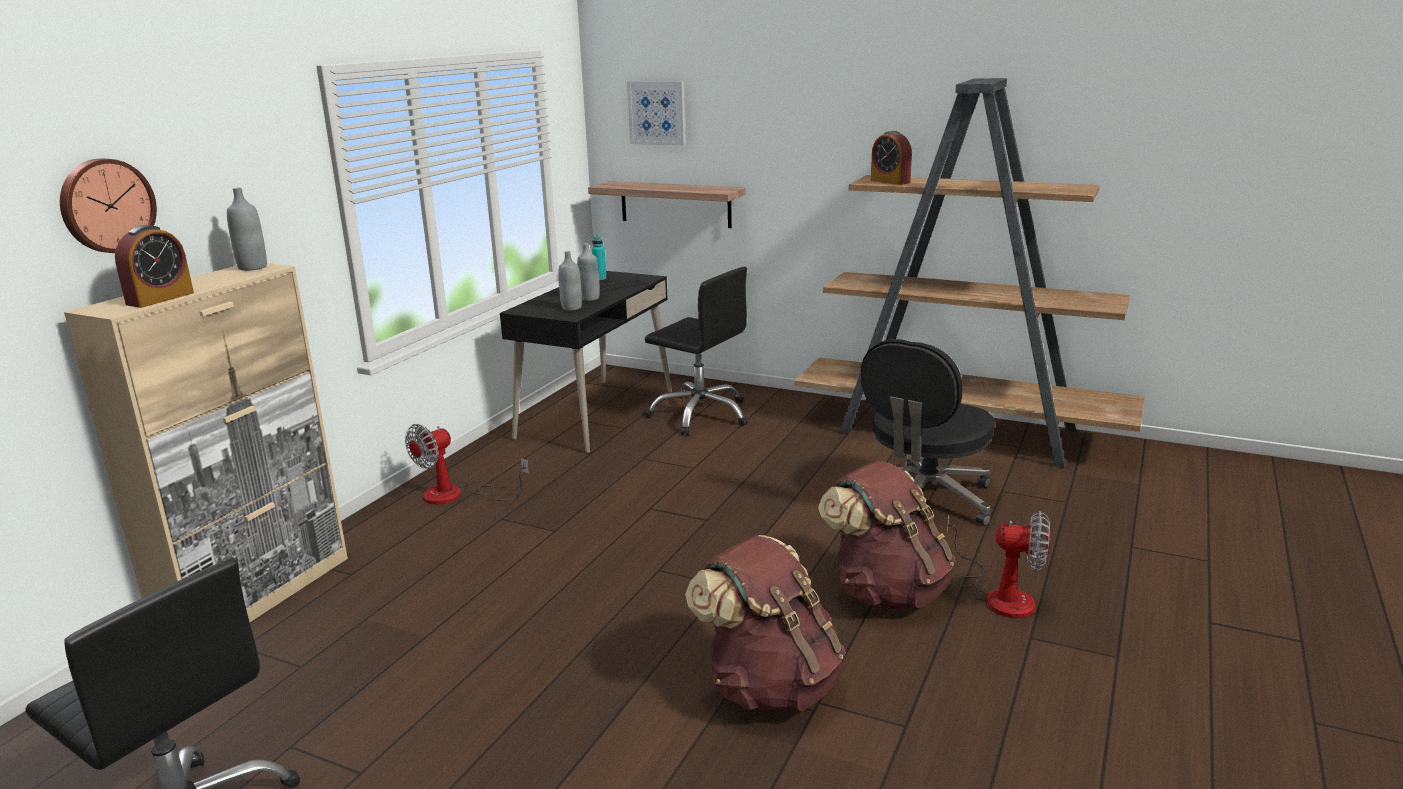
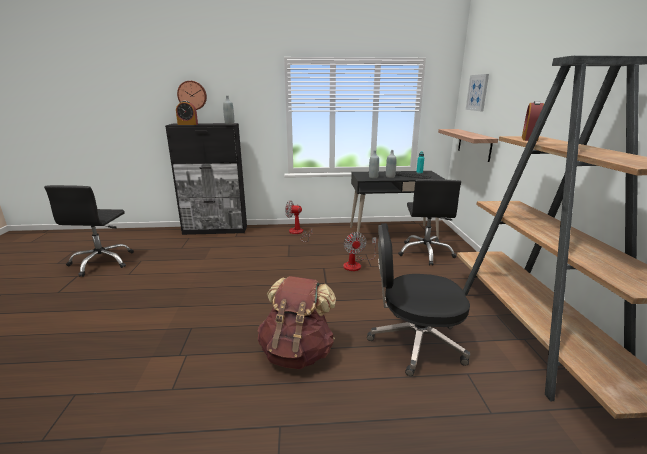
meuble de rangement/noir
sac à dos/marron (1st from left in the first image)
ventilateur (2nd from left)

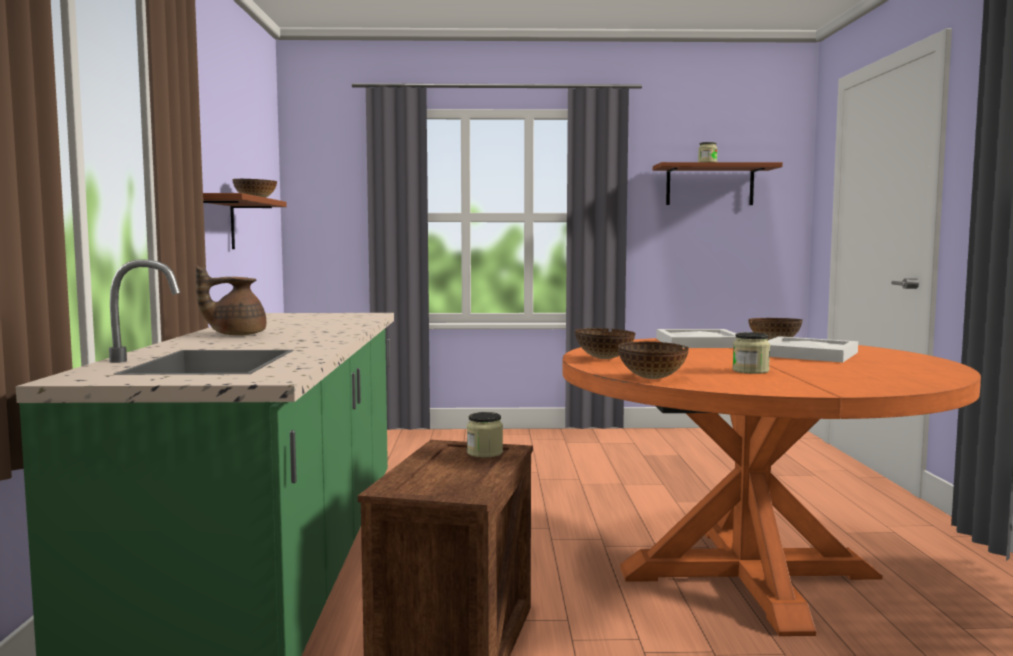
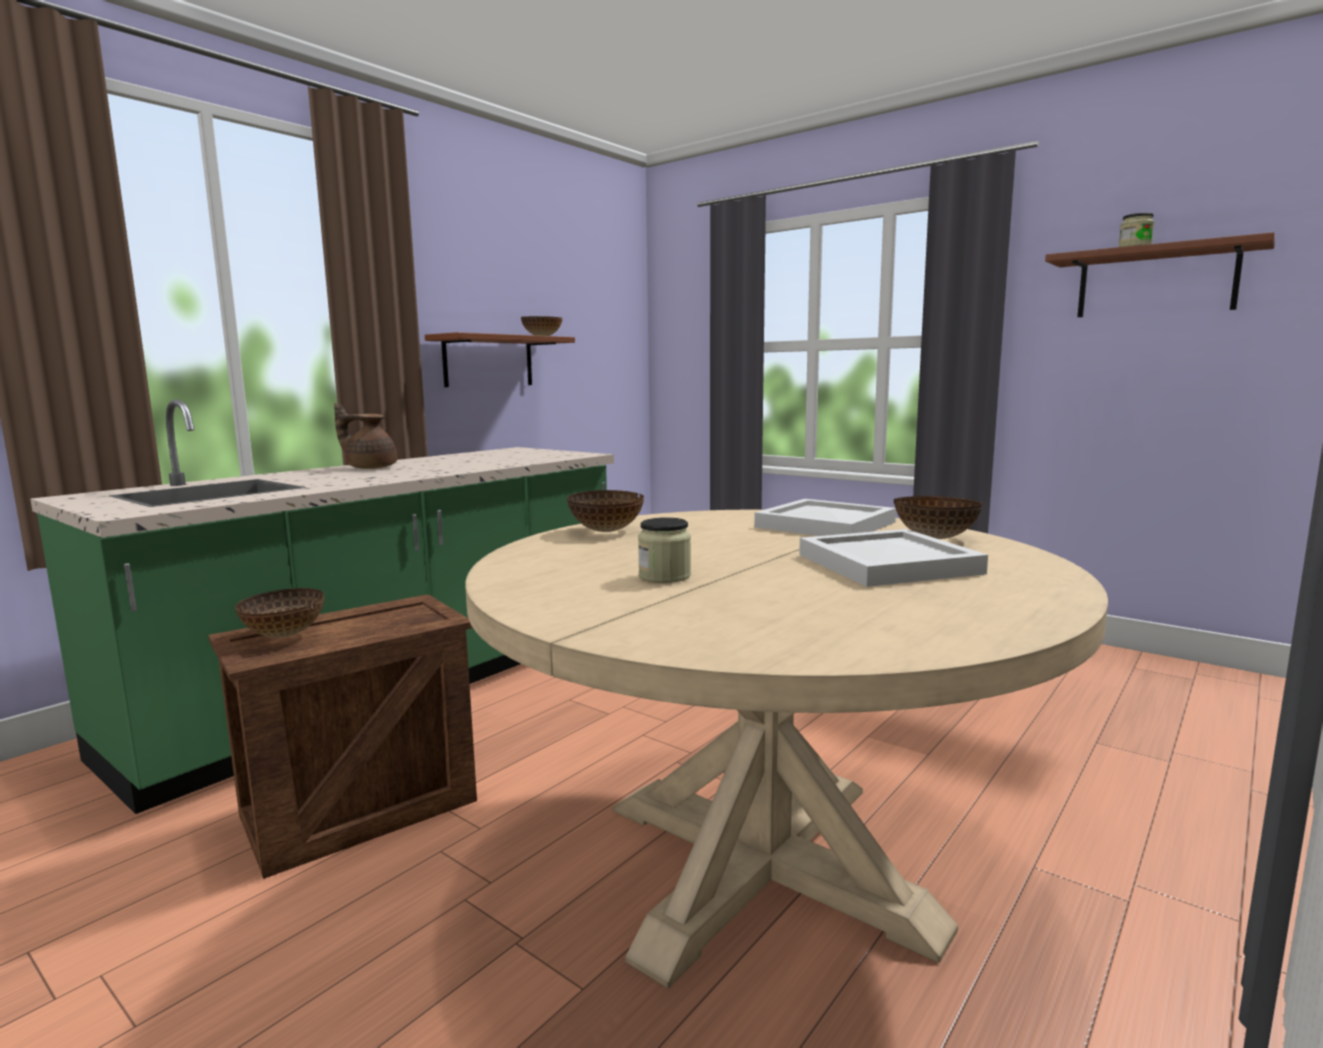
bocal (1st from left in the first image)
table à manger/beige
bol (1st from left)

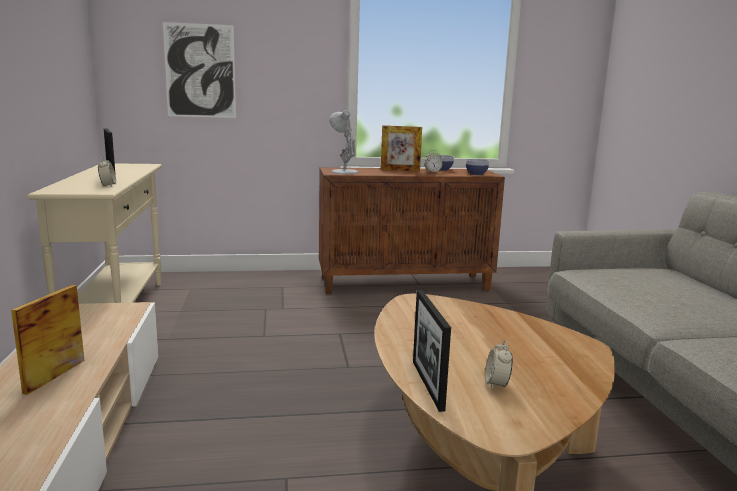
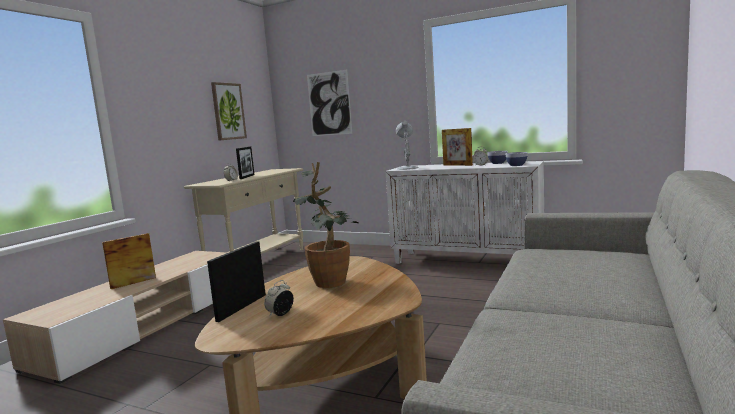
meuble de rangement/blanc
tableau (1st from left)
plante en pot

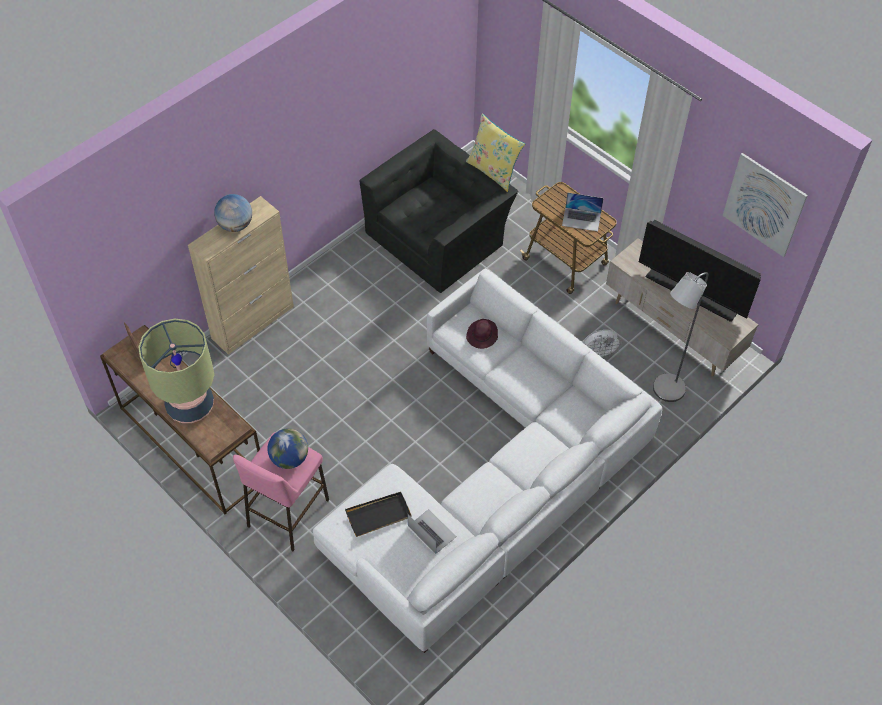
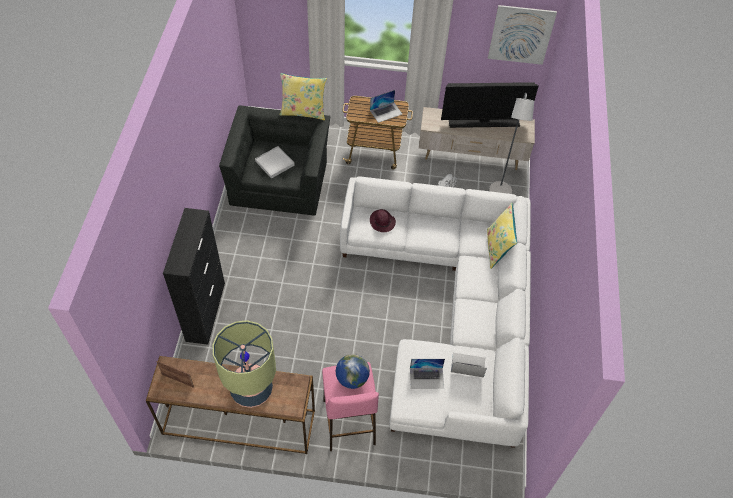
meuble de rangement/noir
globe (1st from left in the first image)
ordinateur portable (2nd from left)
plateau/blanc
coussin/jaune (2nd from left)

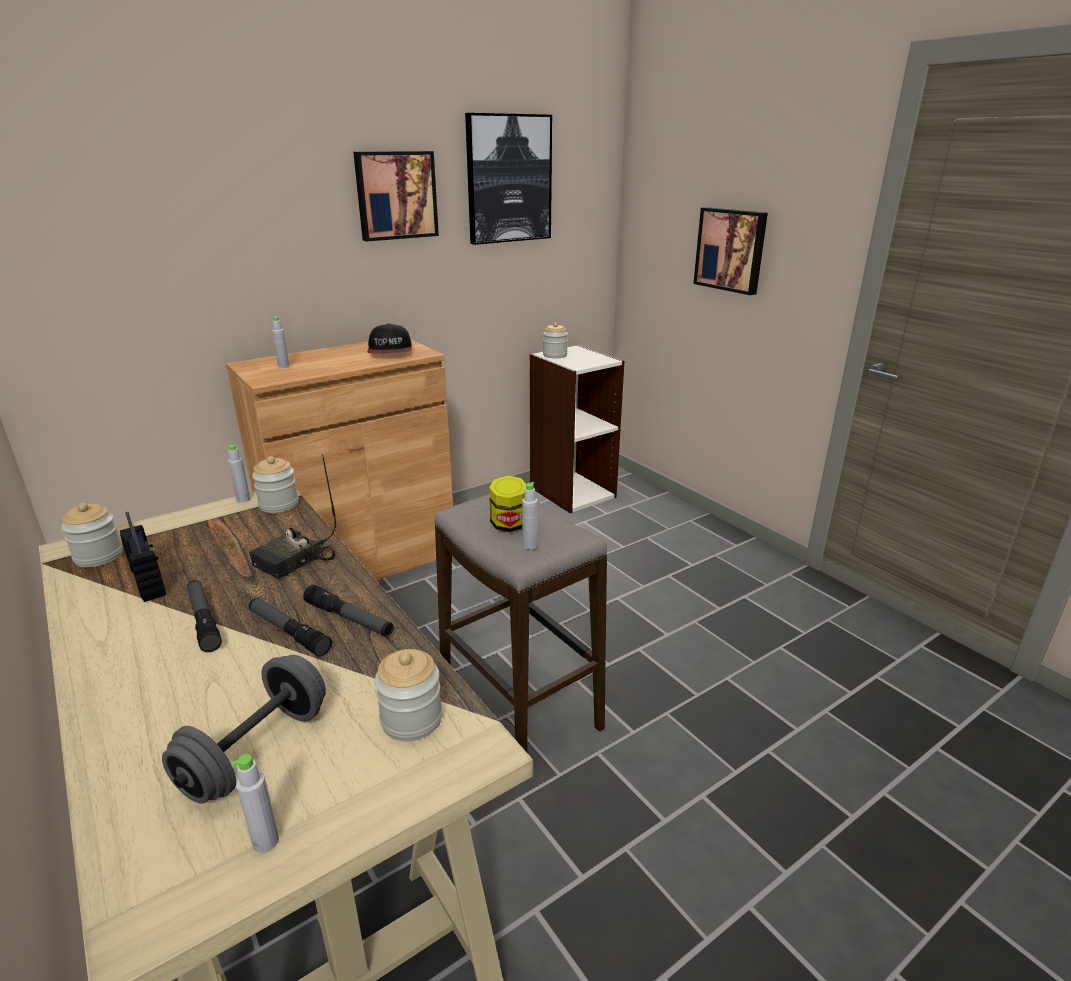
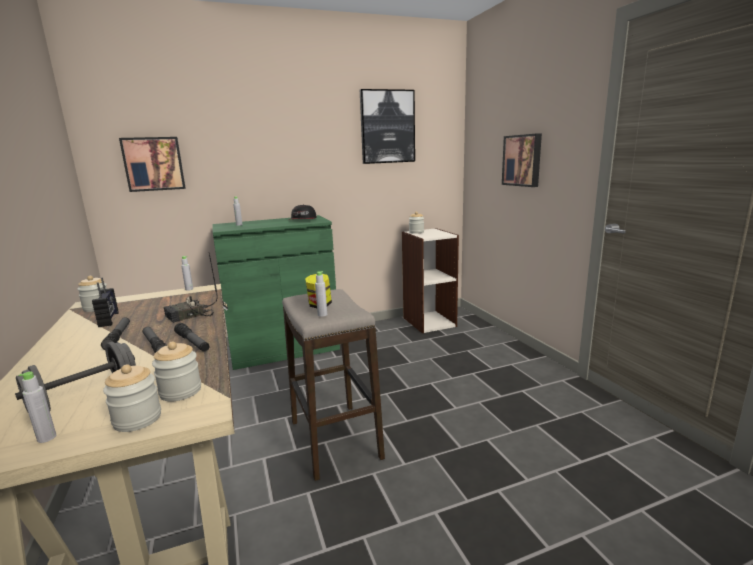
meuble de rangement/vert
bocal (2nd from left)
tableau (1st from left)

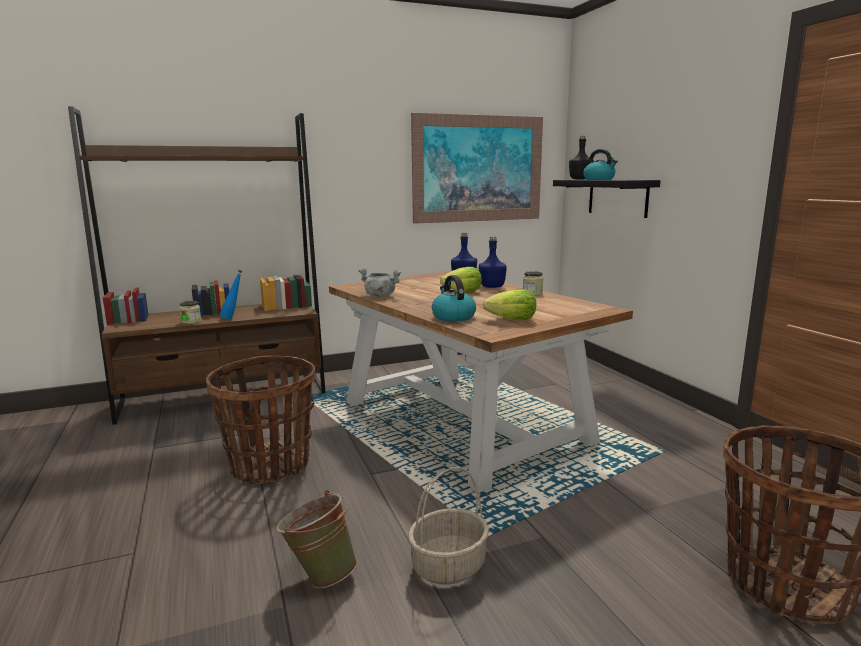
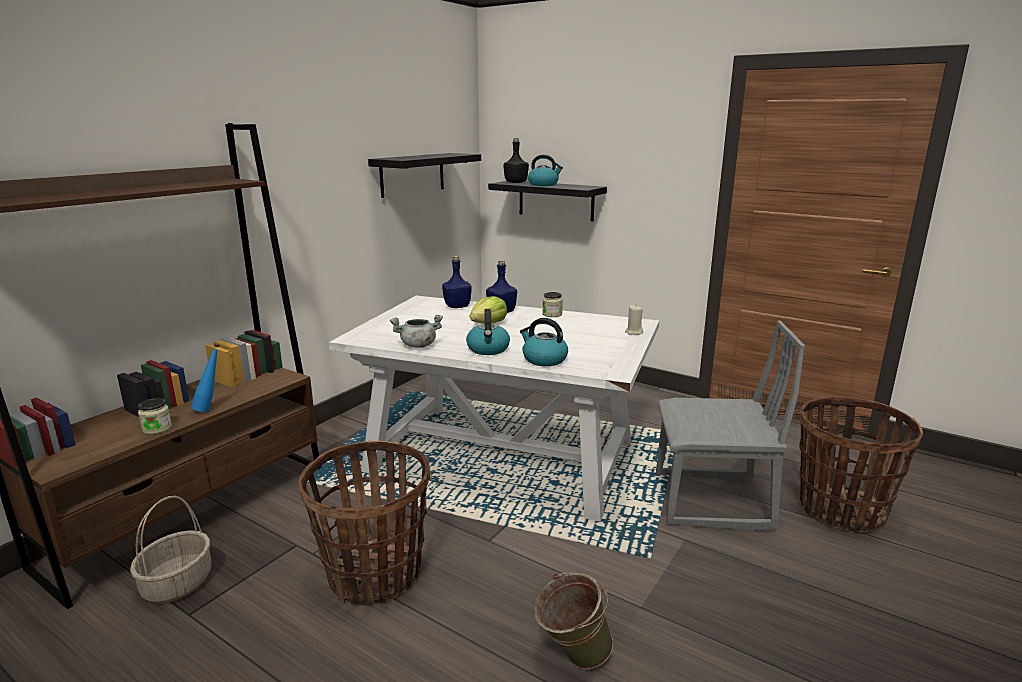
table à manger/blanc
panier (1st from left)
étagère/noir (1st from left)
laitue (2nd from left in the first image)
bouilloire (1st from left)
bougie/beige
chaise/gris

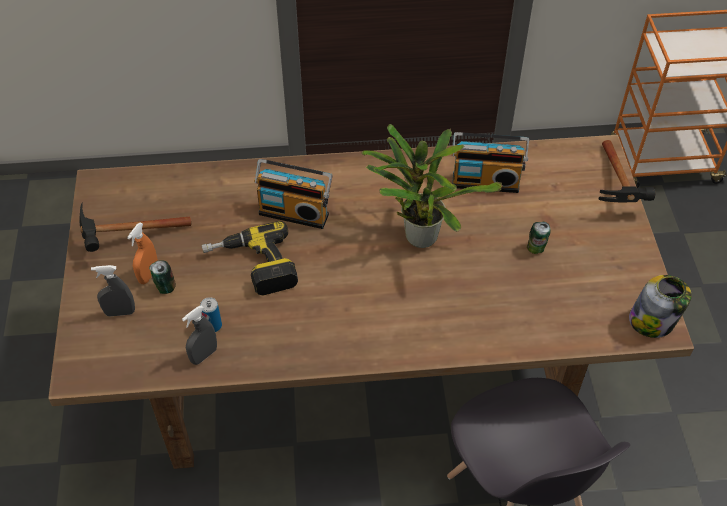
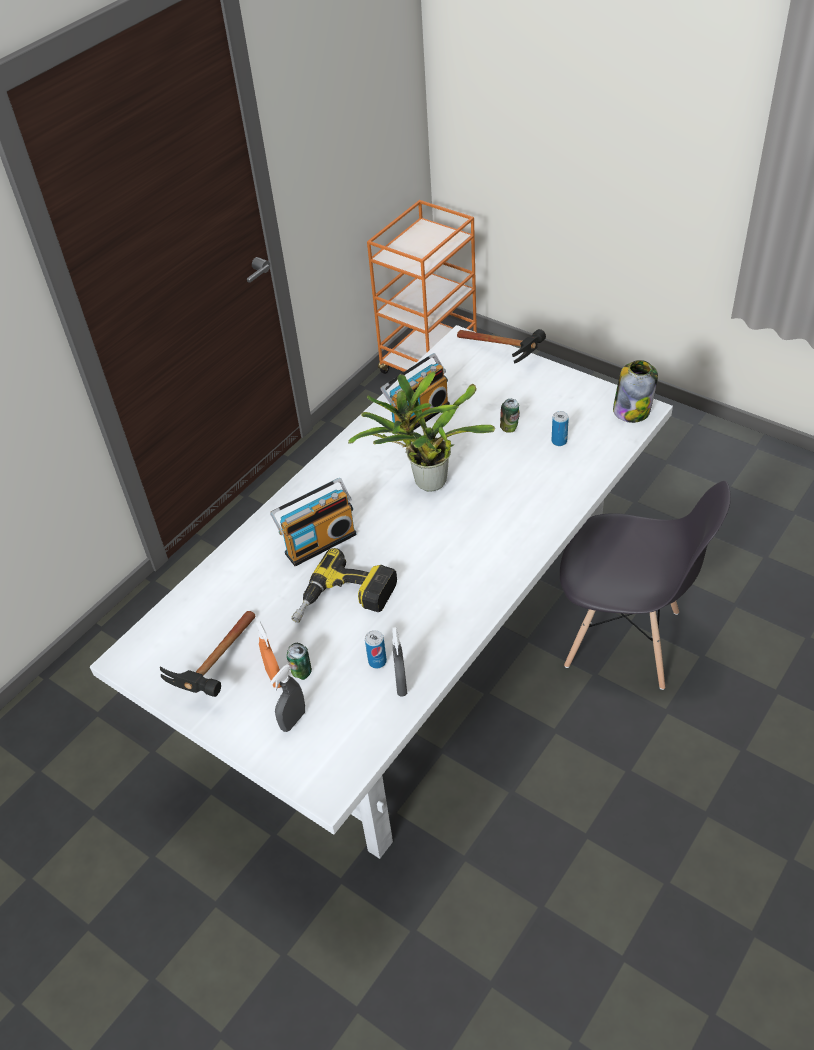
table à manger/blanc
boîte métallique (4th from left)

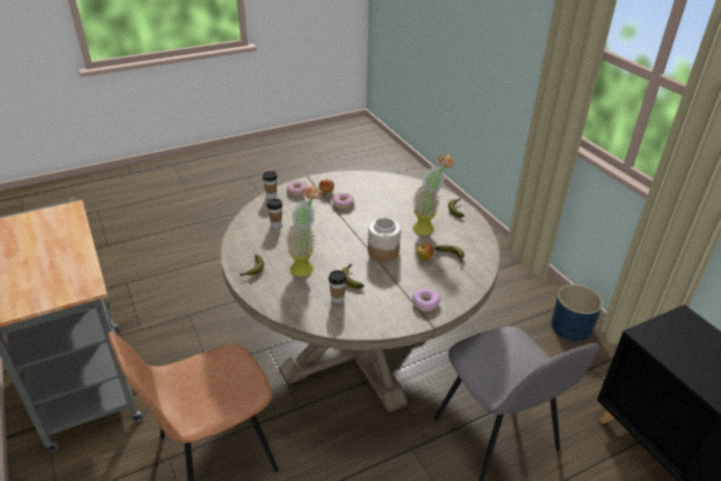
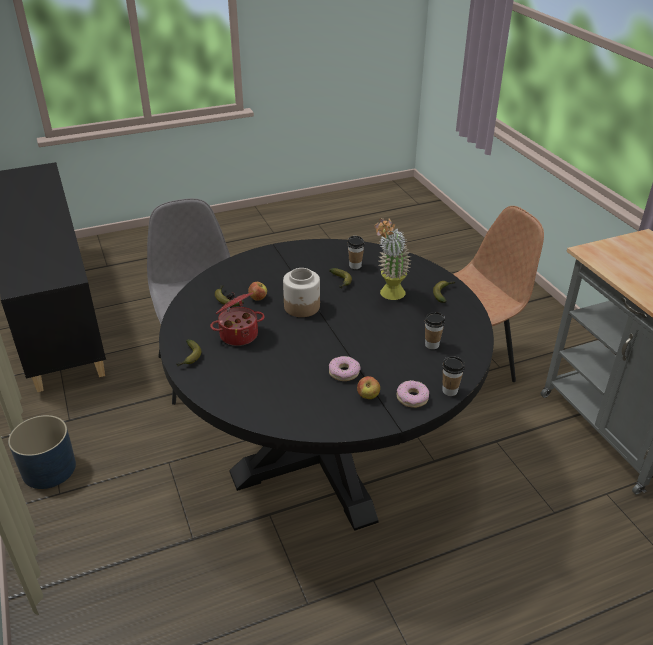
table à manger/noir
marmite
beignet (3rd from left in the first image)

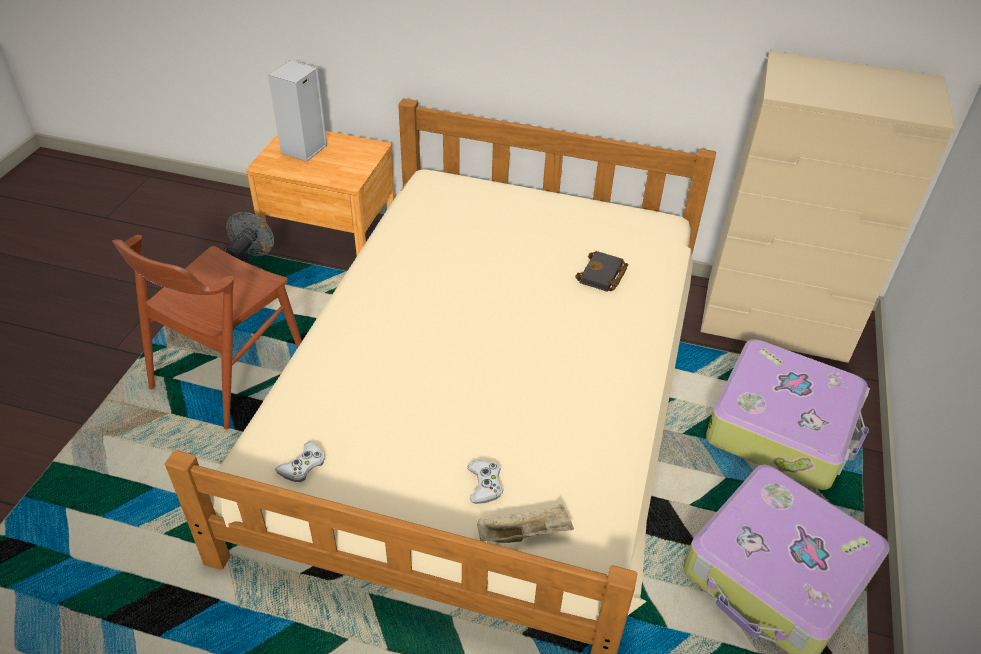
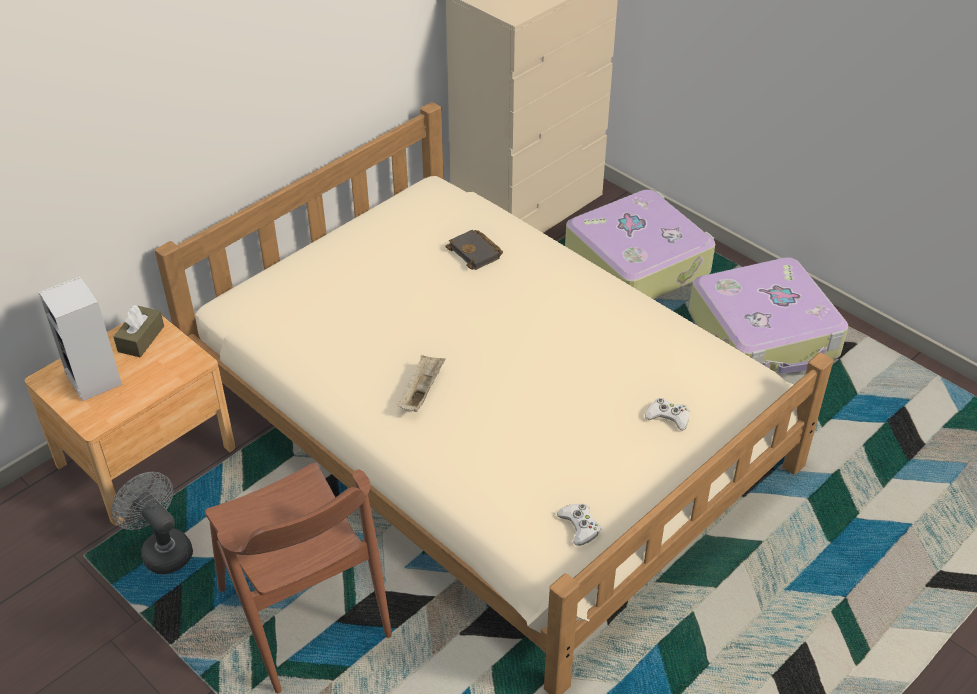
plateau/beige
boîte à mouchoirs/marron

